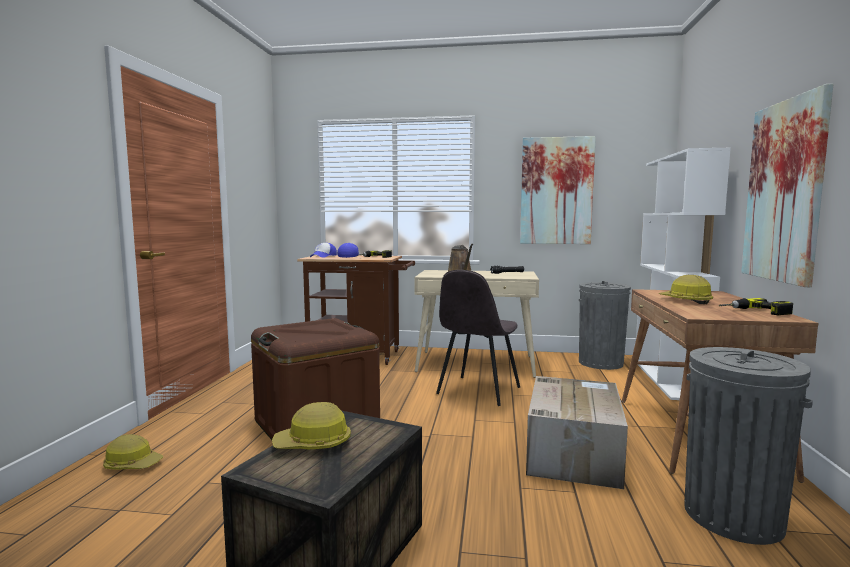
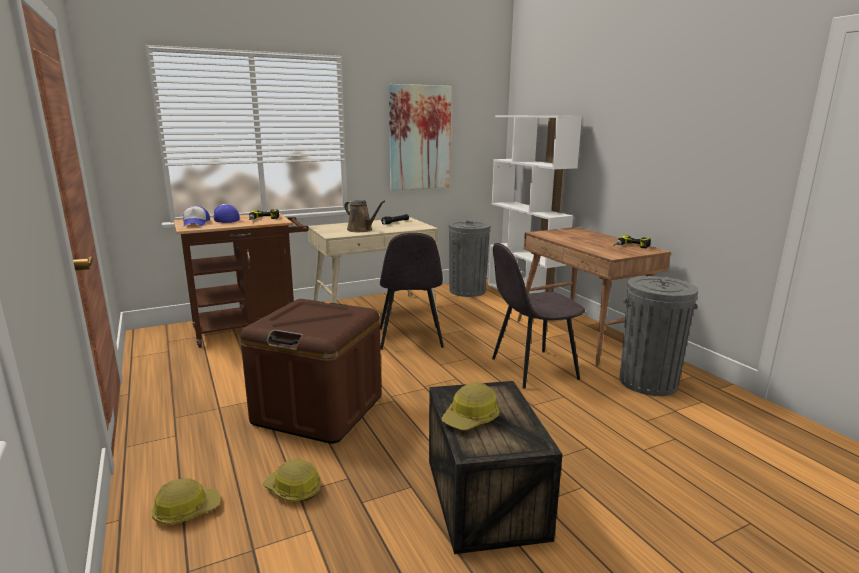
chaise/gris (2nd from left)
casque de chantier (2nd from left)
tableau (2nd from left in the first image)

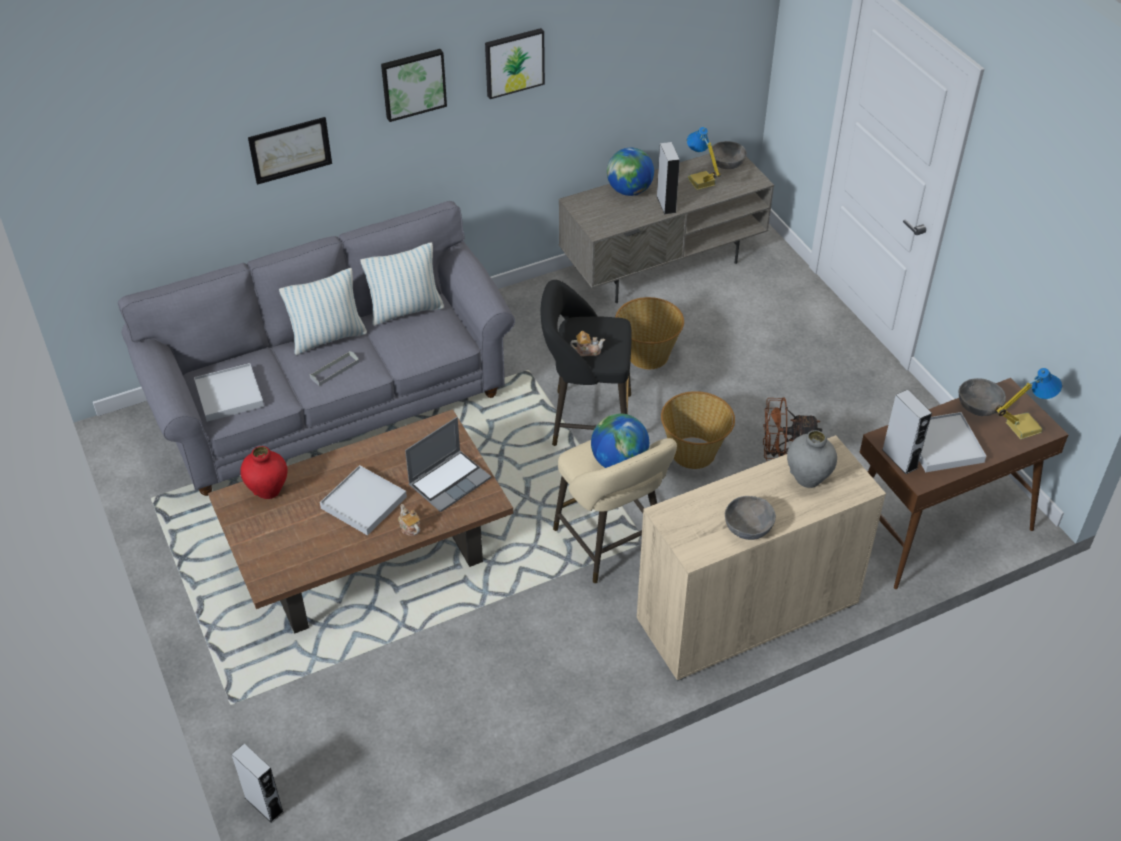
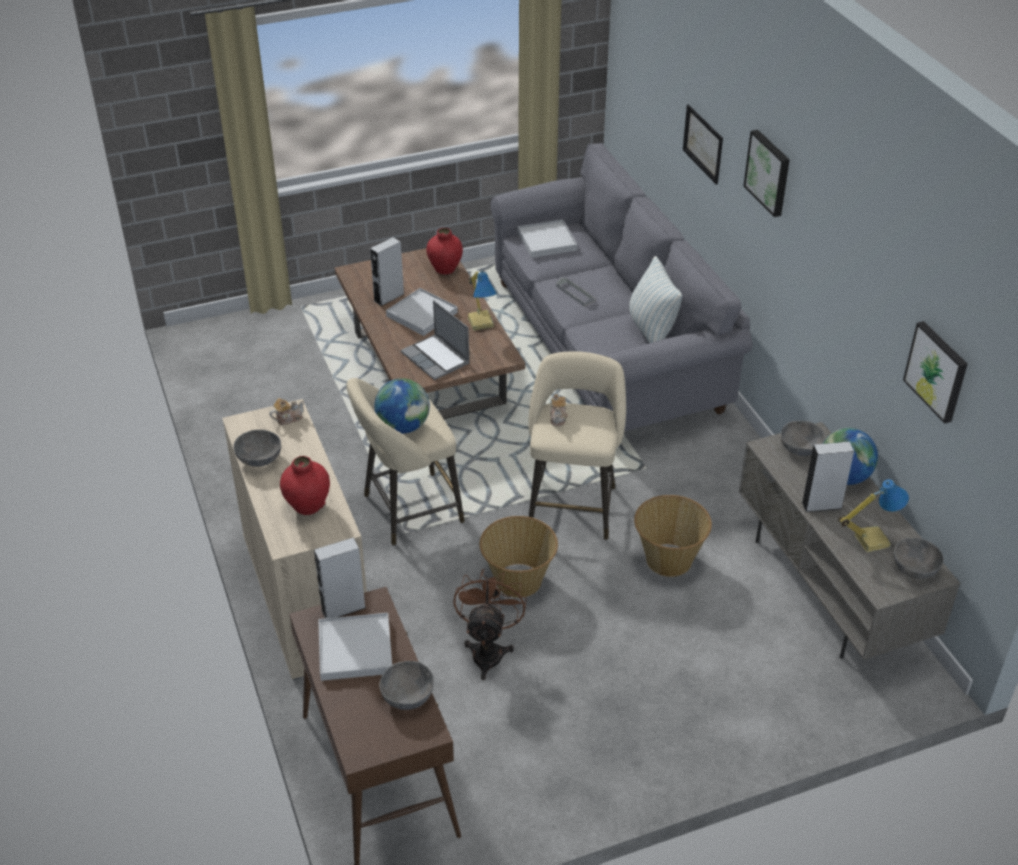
enceinte/gris (2nd from left)
coussin (1st from left in the first image)
théière (1st from left)
tableau (3rd from left)
tabouret/beige (2nd from left)
vase/rouge (1st from left)
lampe de table (1st from left)
bol/gris (3rd from left)

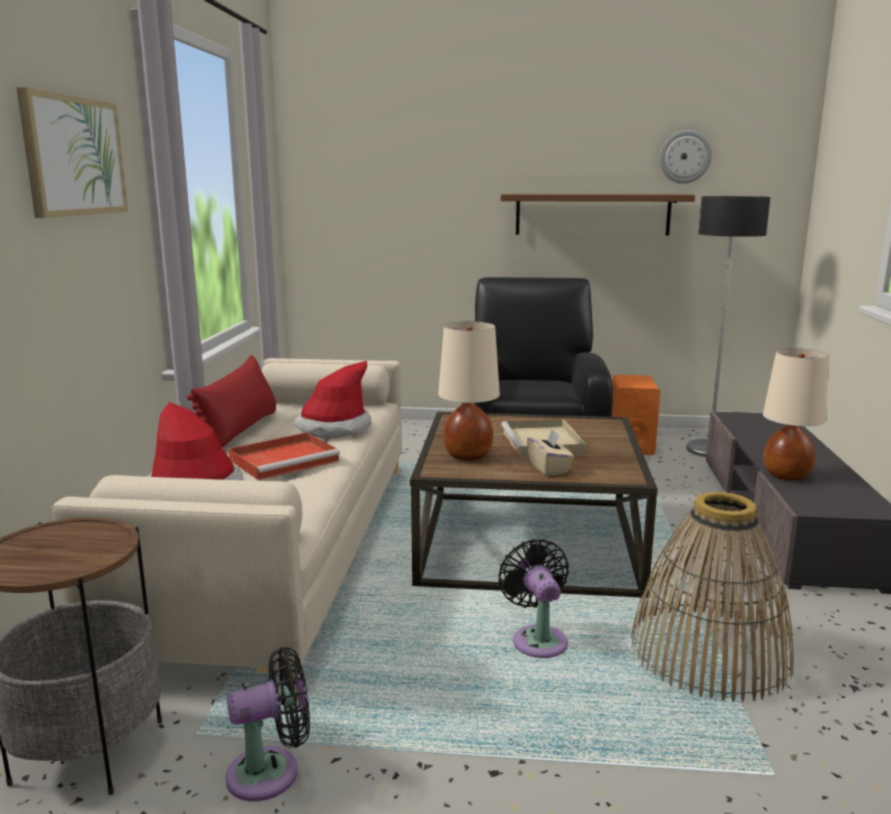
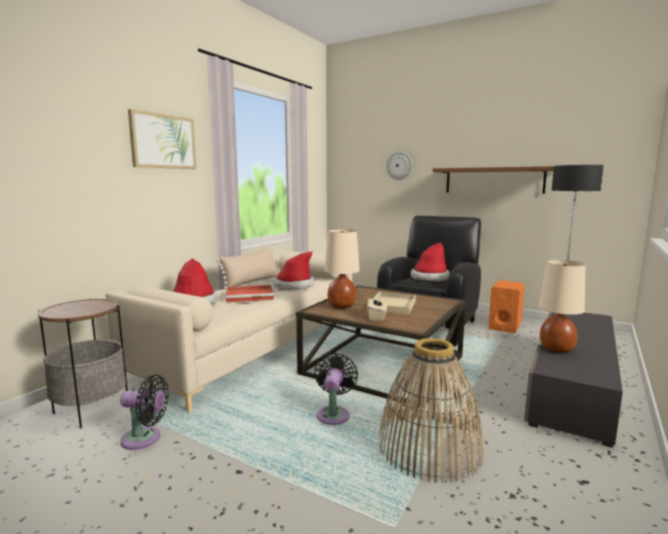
coussin/beige
horloge murale
chapeau (3rd from left)

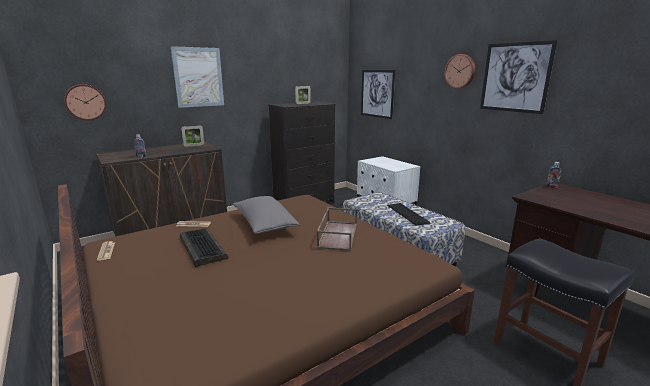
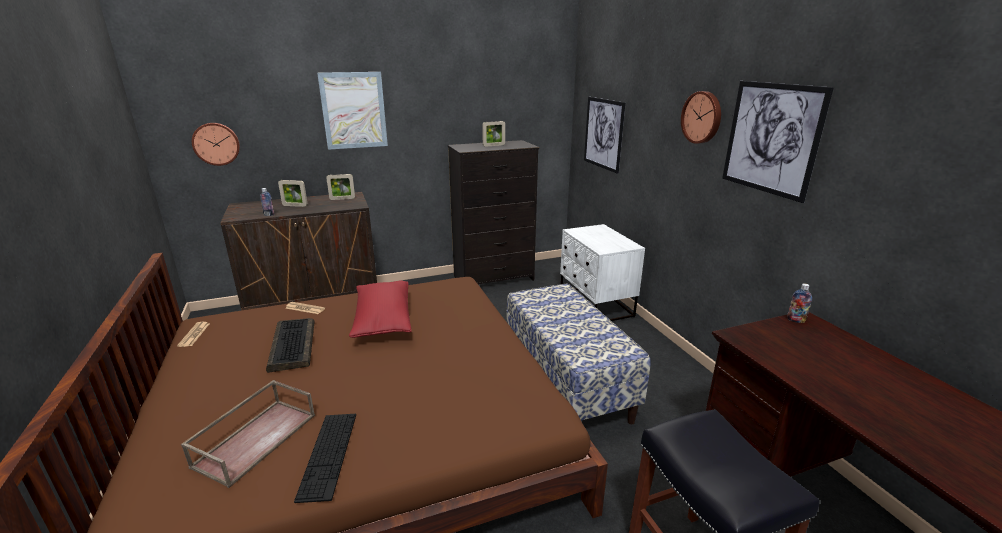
coussin/rouge
plateau/marron
clavier (2nd from left)
cadre photo (1st from left)

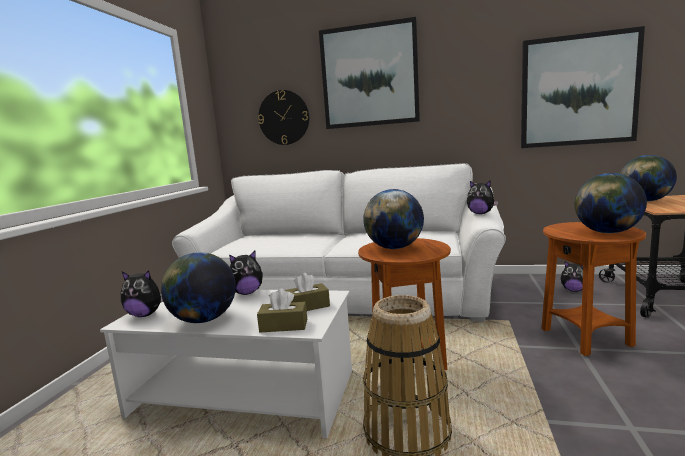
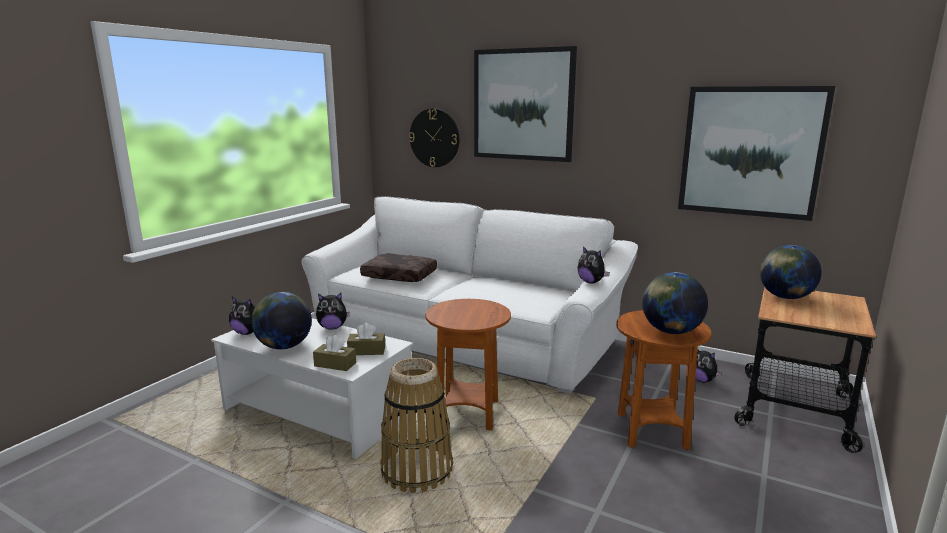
globe (2nd from left in the first image)
coussin/marron

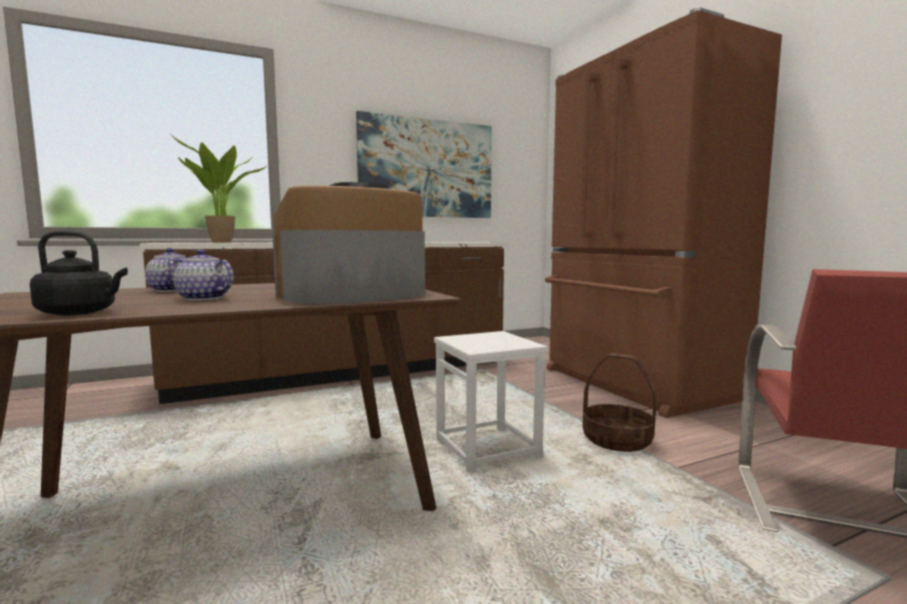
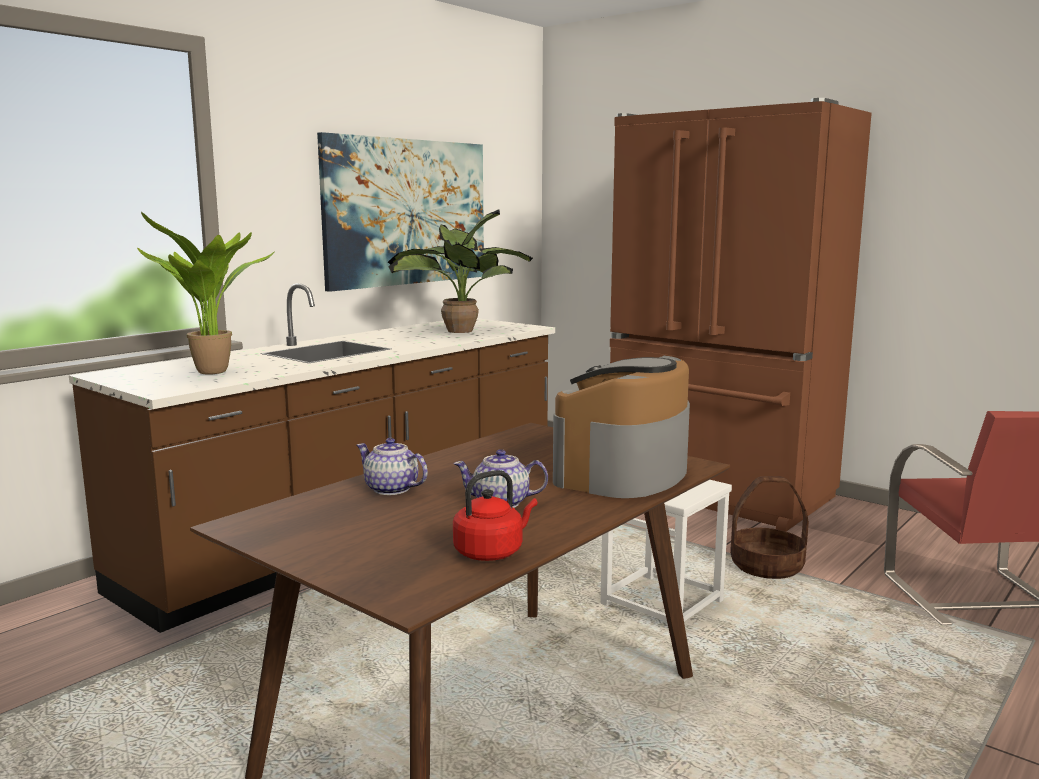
bouilloire/rouge
plante en pot (2nd from left)

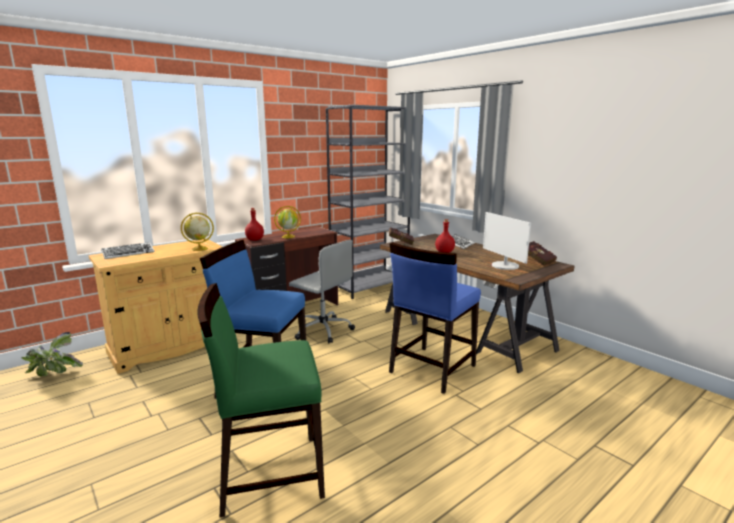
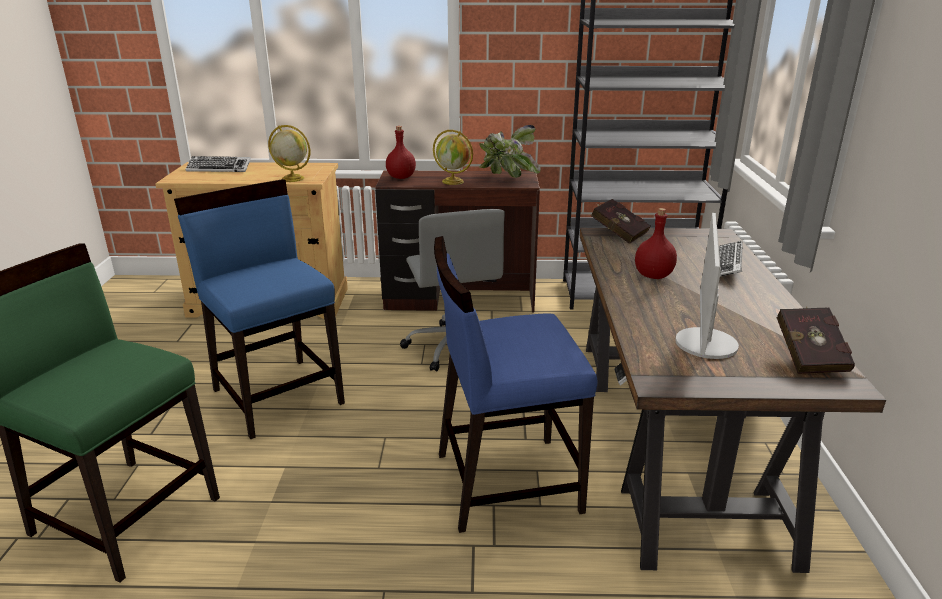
plante en pot

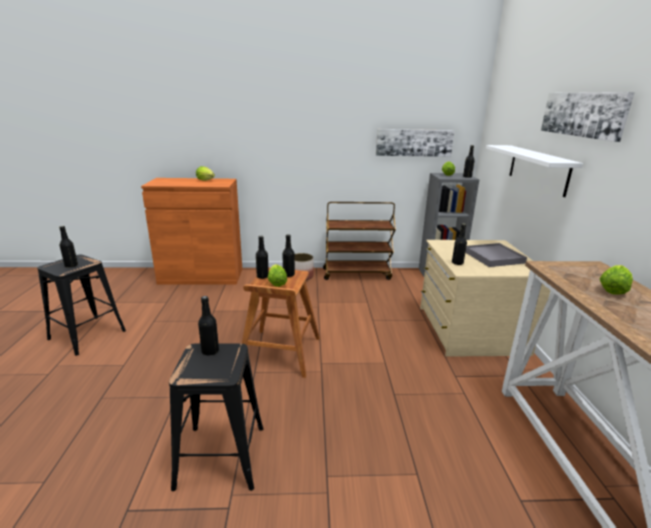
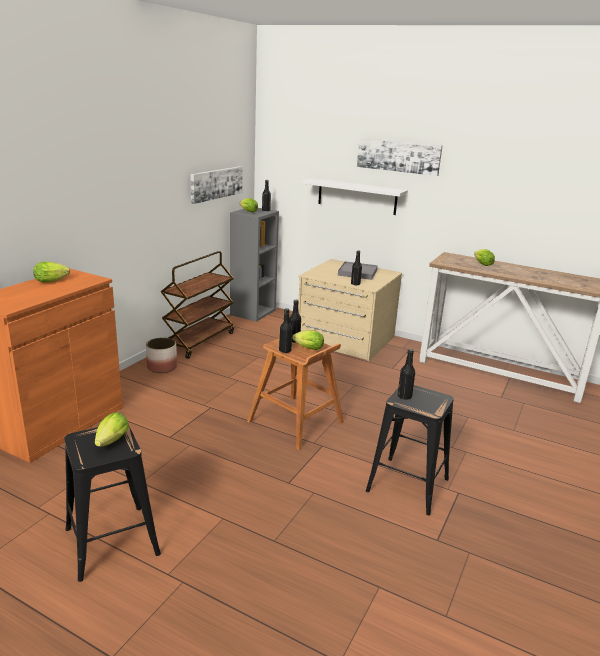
laitue (2nd from left)

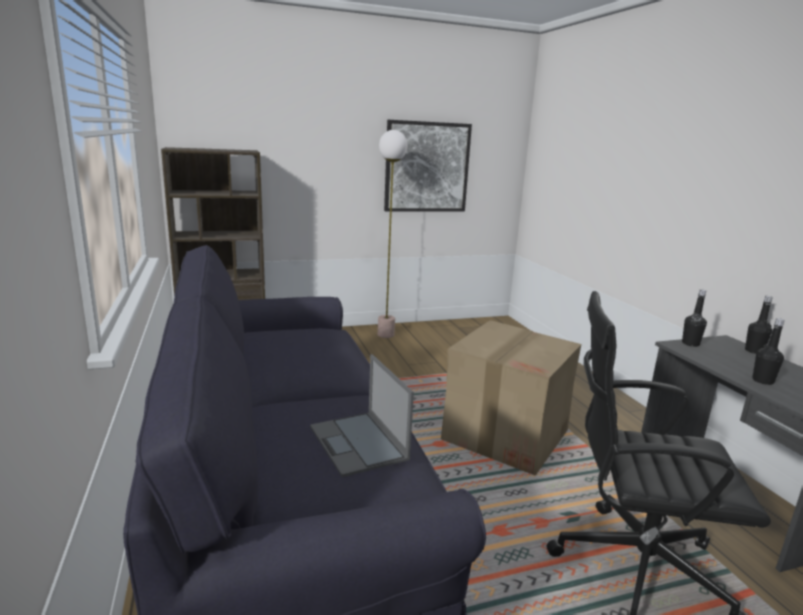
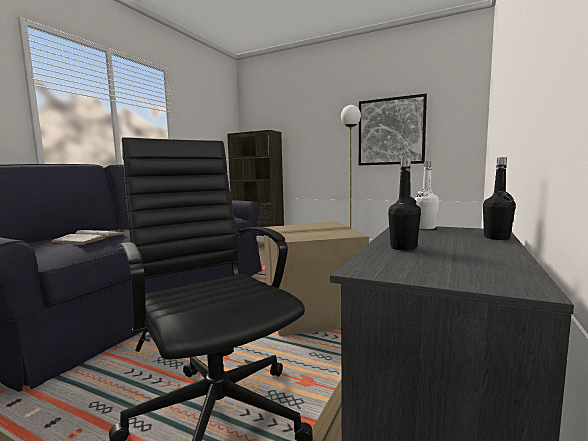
livre/blanc
bouteille/blanc

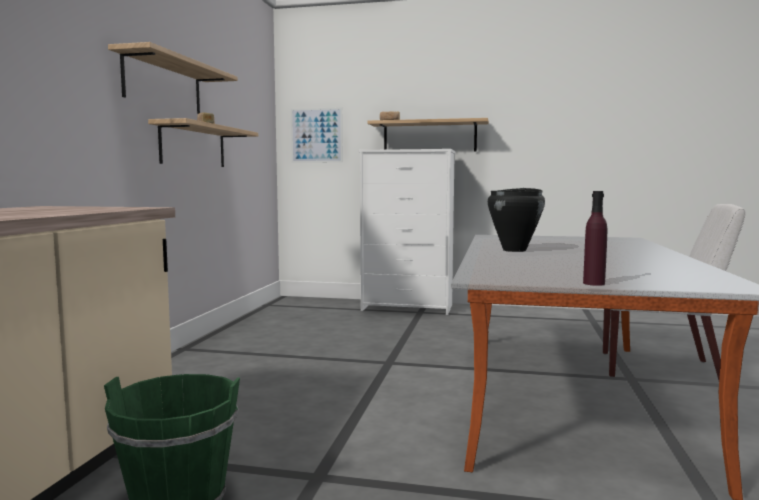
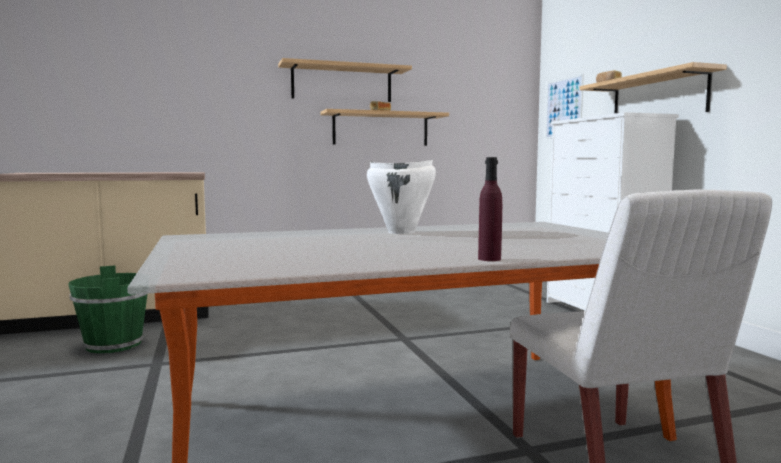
marmite/blanc
bouteille/violet

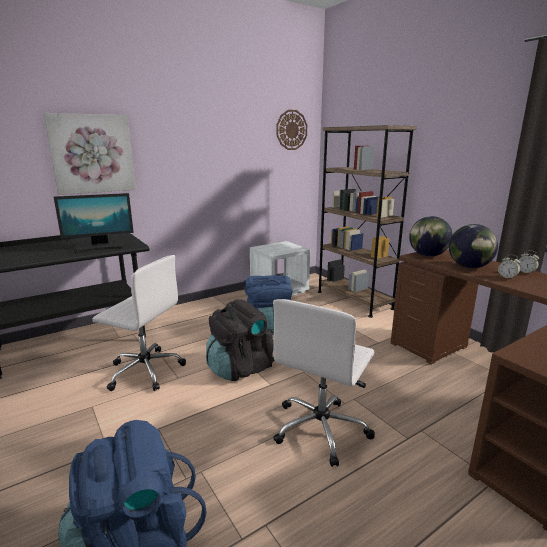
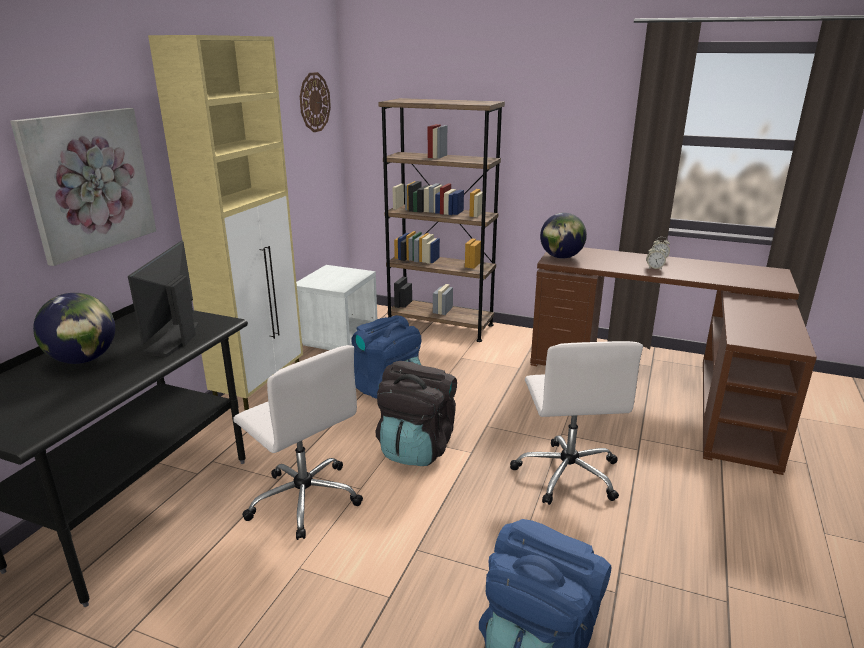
écran d'ordinateur
chaise de bureau/blanc (1st from left)
globe (1st from left)
meuble de rangement/beige

